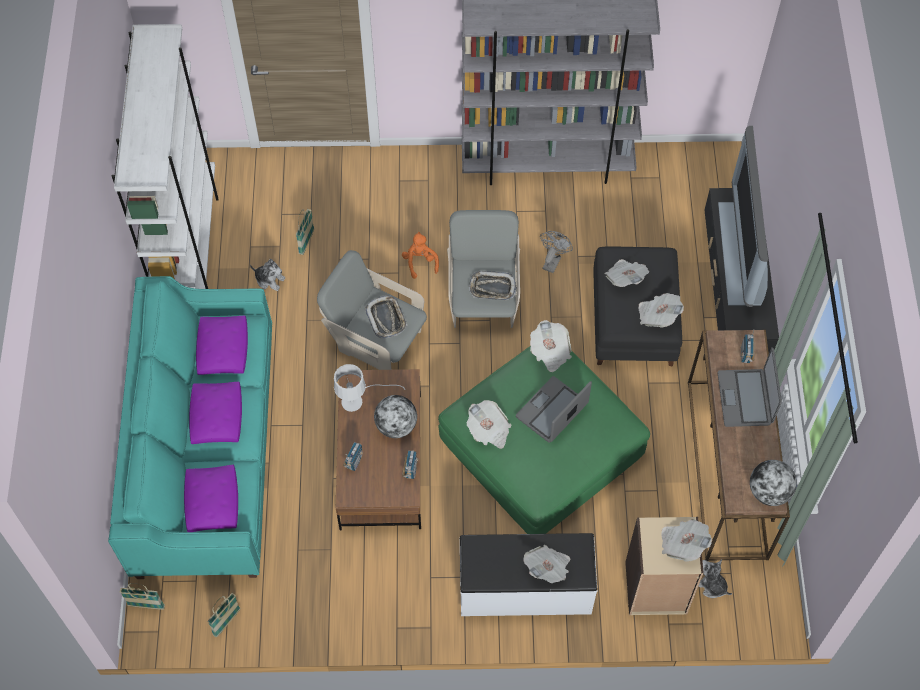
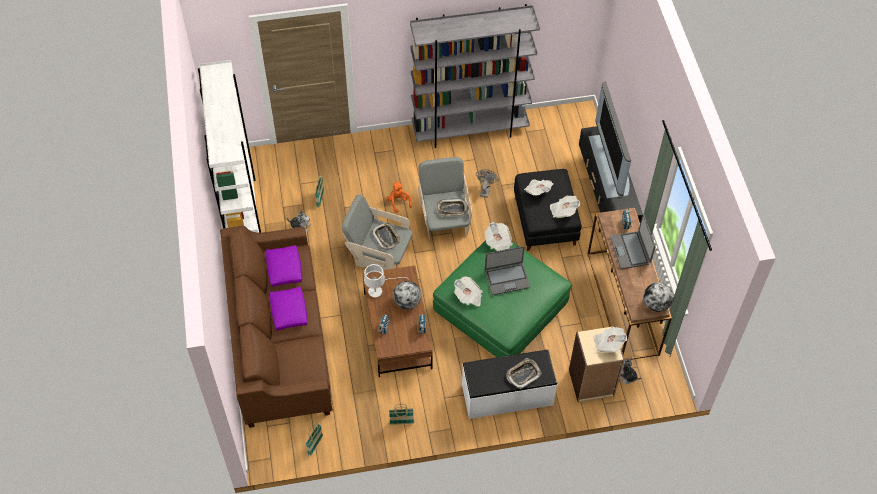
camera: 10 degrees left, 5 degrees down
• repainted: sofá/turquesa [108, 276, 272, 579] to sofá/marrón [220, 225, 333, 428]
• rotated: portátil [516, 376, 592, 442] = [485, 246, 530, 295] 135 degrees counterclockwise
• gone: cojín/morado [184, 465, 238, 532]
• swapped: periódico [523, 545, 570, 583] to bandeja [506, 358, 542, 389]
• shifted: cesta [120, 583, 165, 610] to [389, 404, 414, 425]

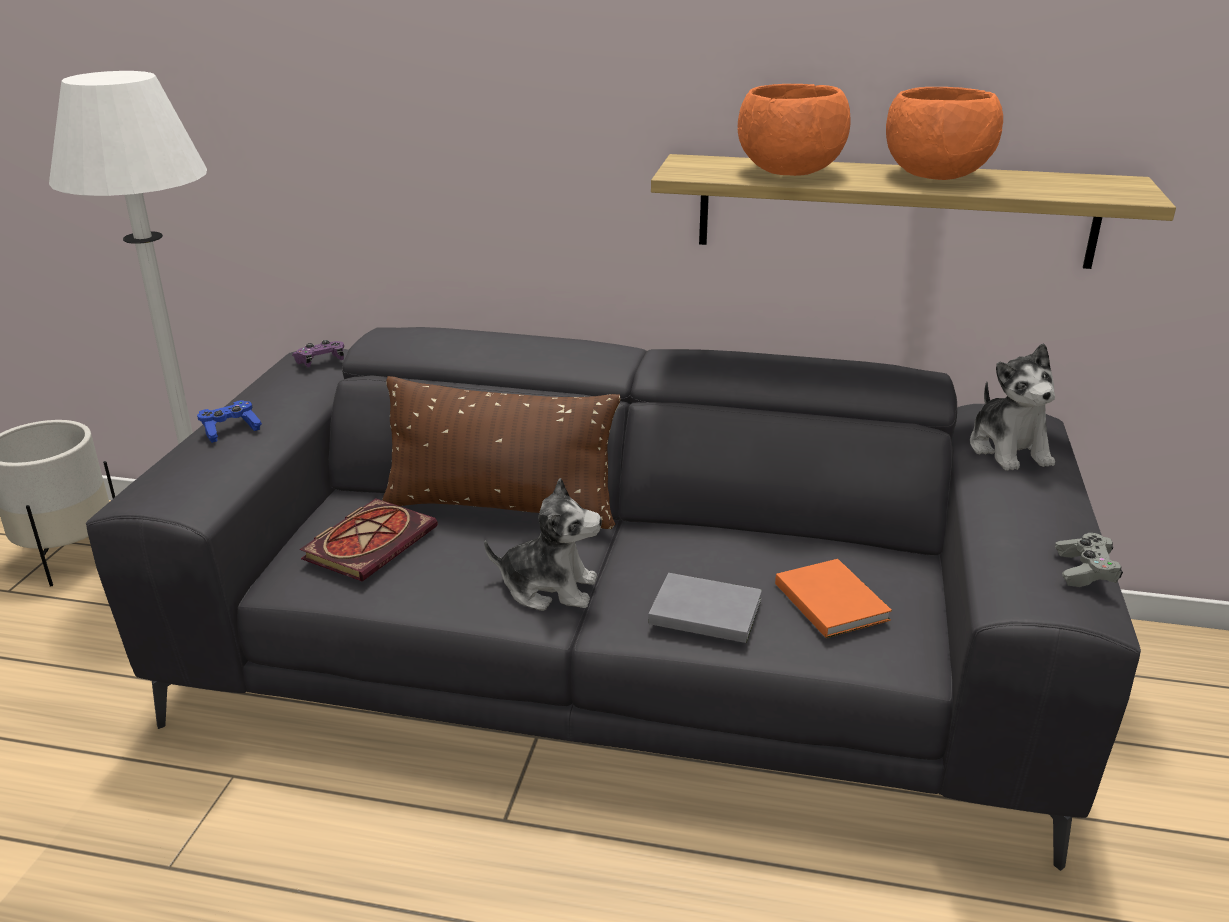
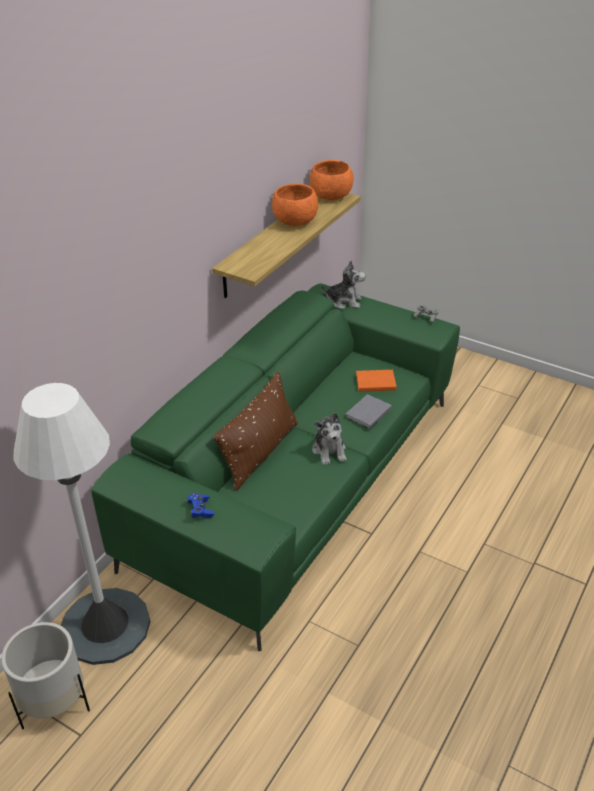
camera: 70 degrees left, 10 degrees up
• shifted: cuenco/naranja [738, 84, 850, 176] to [310, 160, 354, 200]
• repainted: sofá/gris [86, 327, 1141, 871] to sofá/verde [91, 283, 460, 651]
• gone: mando de consola/morado [292, 340, 344, 367]
• rotated: peluche [484, 478, 602, 611] = [312, 413, 347, 465] 135 degrees clockwise
• gone: libro [300, 499, 438, 581]

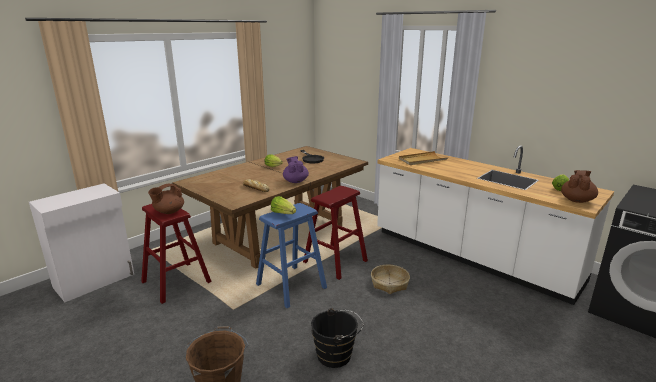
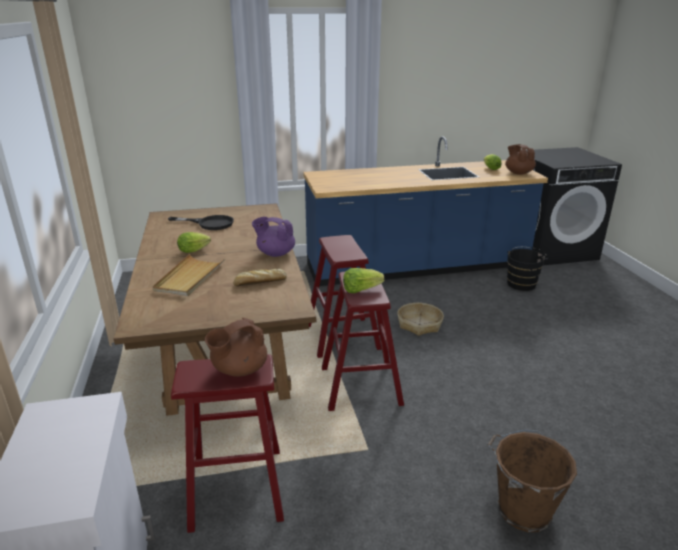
camera: 55 degrees left, 5 degrees up
• repainted: mueble bajo de cocina/blanco [377, 145, 614, 305] to mueble bajo de cocina/azul [303, 137, 548, 286]
• shifted: bandeja/beis [399, 151, 448, 165] to [152, 254, 226, 296]
• rotated: tetera/marrón [148, 183, 184, 214] = [205, 318, 267, 377] 60 degrees clockwise
• repainted: taburete/azul [256, 203, 327, 308] to taburete/rojo [322, 272, 404, 411]
• shifted: cubo/negro [311, 308, 363, 368] to [507, 247, 548, 291]

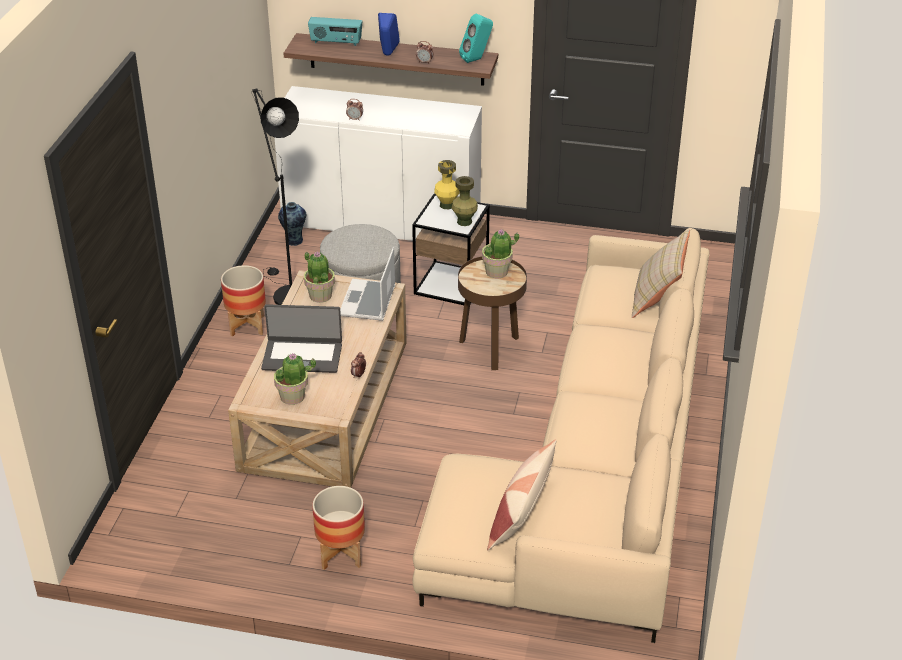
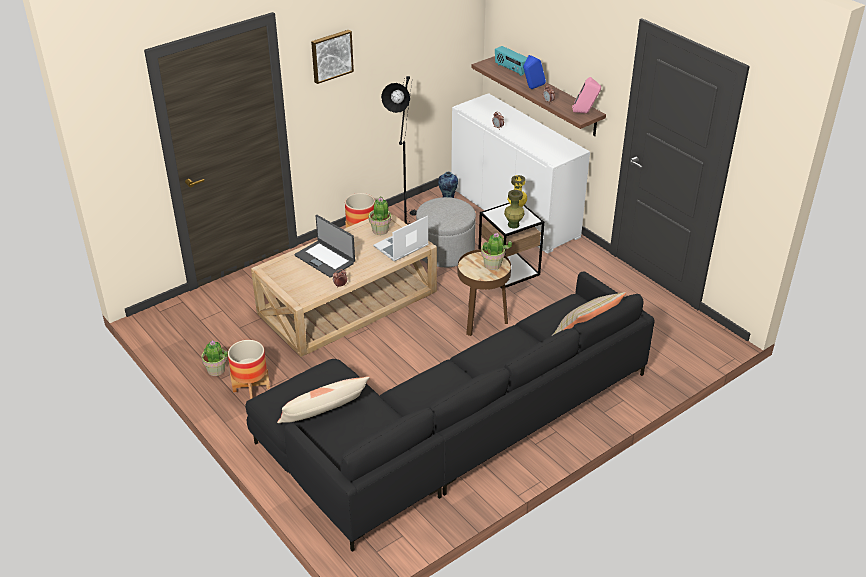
camera: 40 degrees right, 0 degrees up
• repainted: altavoz/turquesa [459, 13, 493, 63] to altavoz/rosa [572, 77, 601, 113]
• repainted: sofá/beis [412, 228, 710, 643] to sofá/negro [245, 271, 654, 552]
• shifted: planta en maceta [274, 353, 316, 405] to [202, 340, 228, 376]
• new: cuadro [311, 30, 354, 84]

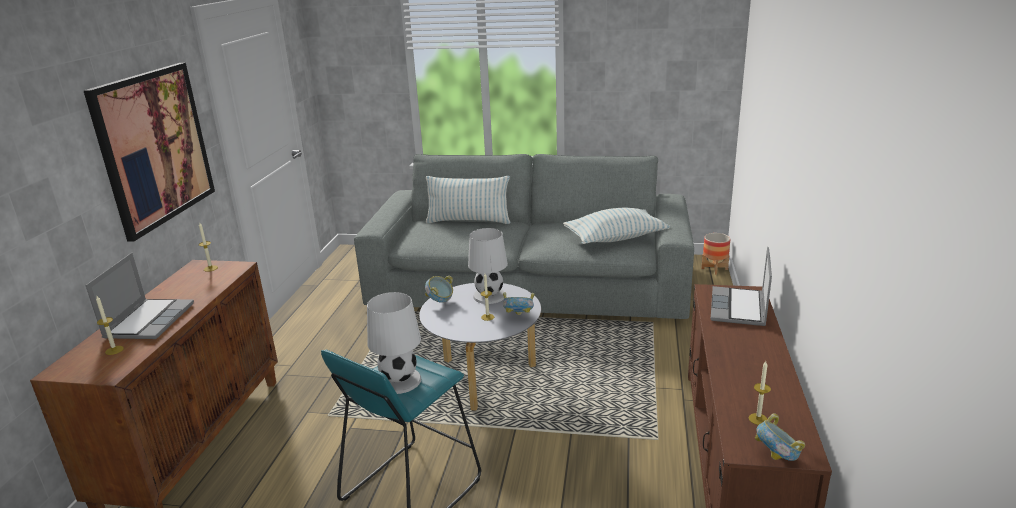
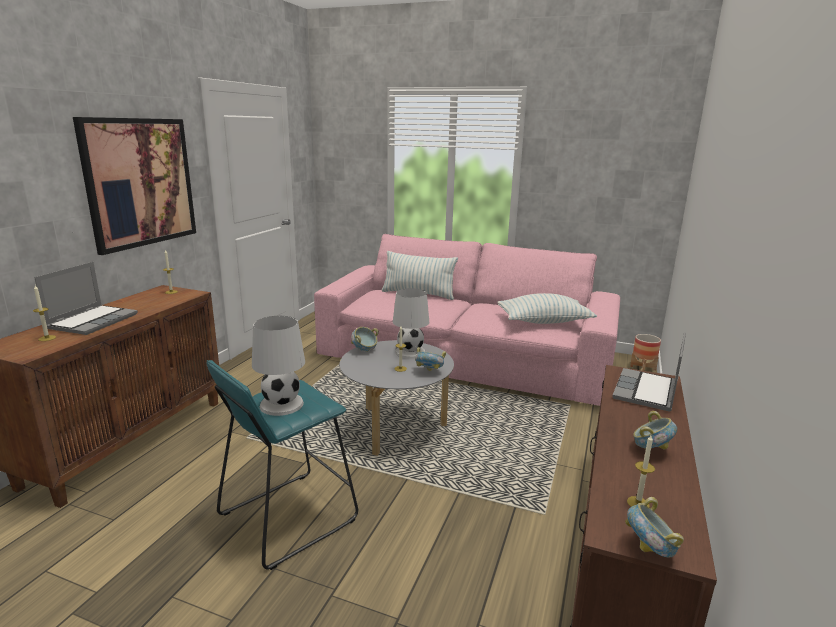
camera: 10 degrees right, 5 degrees down
• repainted: sofá/gris [354, 154, 694, 319] to sofá/rosa [314, 234, 620, 406]
• new: cuenco [633, 411, 677, 450]

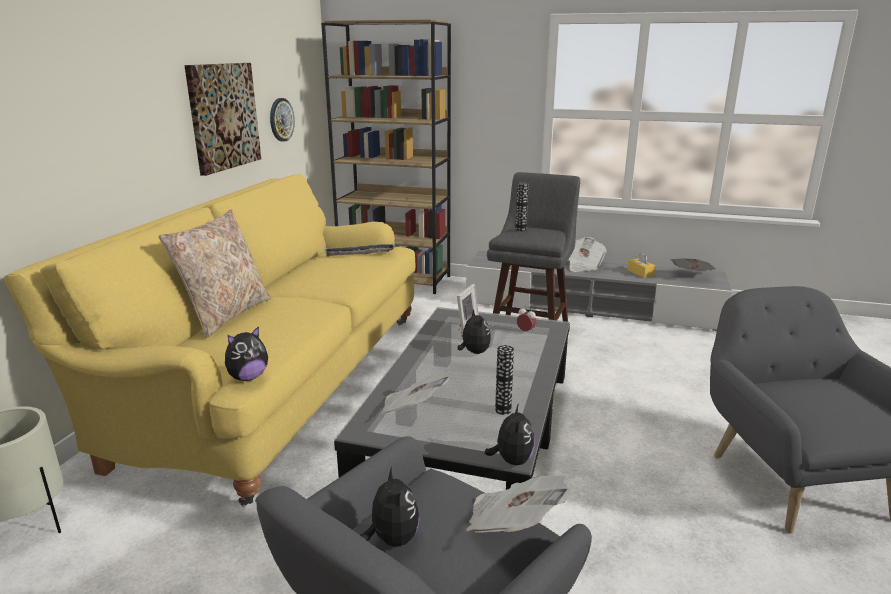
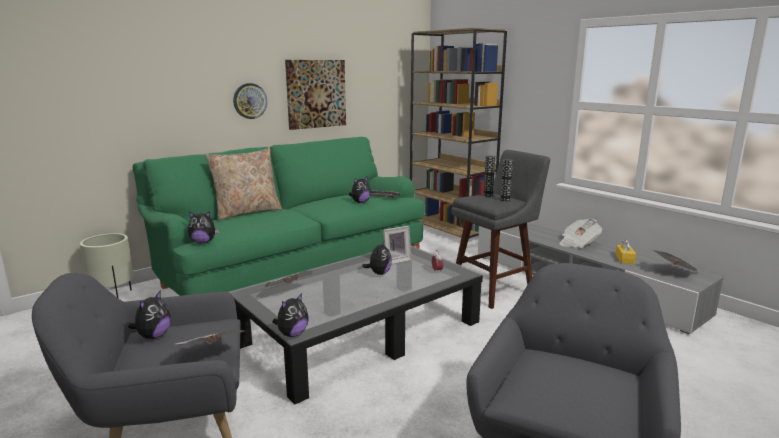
camera: 35 degrees right, 5 degrees down
• shifted: reloj de pared [270, 98, 295, 142] to [233, 83, 267, 119]
• repainted: sofá/amarillo [5, 174, 415, 507] to sofá/verde [133, 137, 425, 296]
• shifted: florero [495, 345, 514, 415] to [500, 159, 513, 202]
• new: peluche [349, 176, 371, 203]

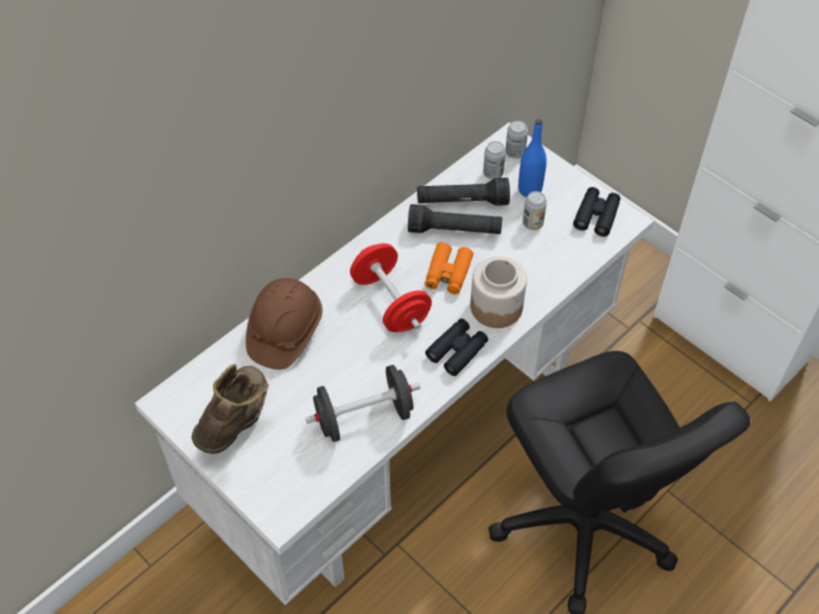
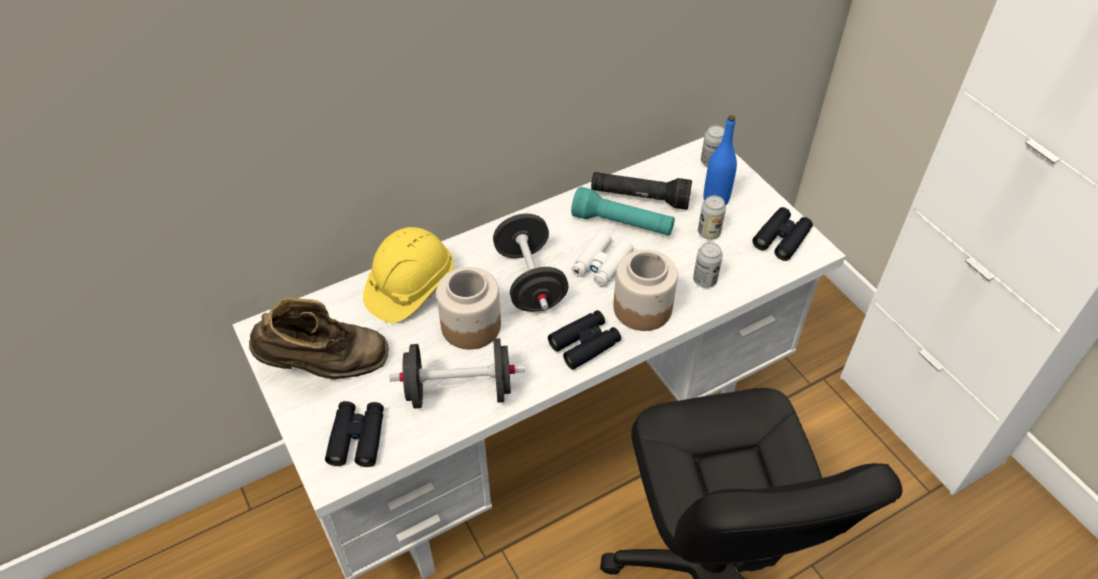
camera: 15 degrees right, 5 degrees down
• shifted: lata [483, 141, 506, 180] to [693, 242, 723, 288]
• repainted: linterna/negro [408, 204, 502, 234] to linterna/turquesa [571, 187, 675, 236]
• repainted: prismáticos/naranja [425, 242, 473, 294] to prismáticos/blanco [571, 230, 634, 286]
• repainted: mancuerna/rojo [350, 243, 432, 332] to mancuerna/negro [493, 214, 569, 312]
• repainted: casco/marrón [246, 278, 323, 370] to casco/amarillo [363, 227, 453, 323]
• rotated: bota/marrón [191, 364, 269, 454] = [249, 298, 389, 379] 45 degrees clockwise
• new: tarro [436, 267, 501, 350]
• new: prismáticos/negro [325, 401, 384, 467]

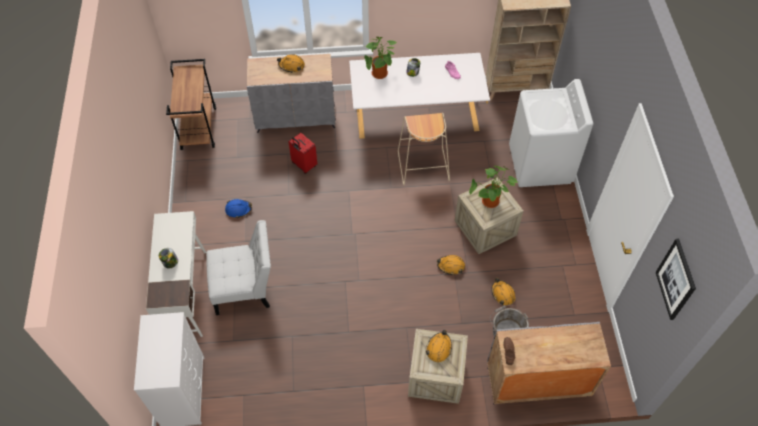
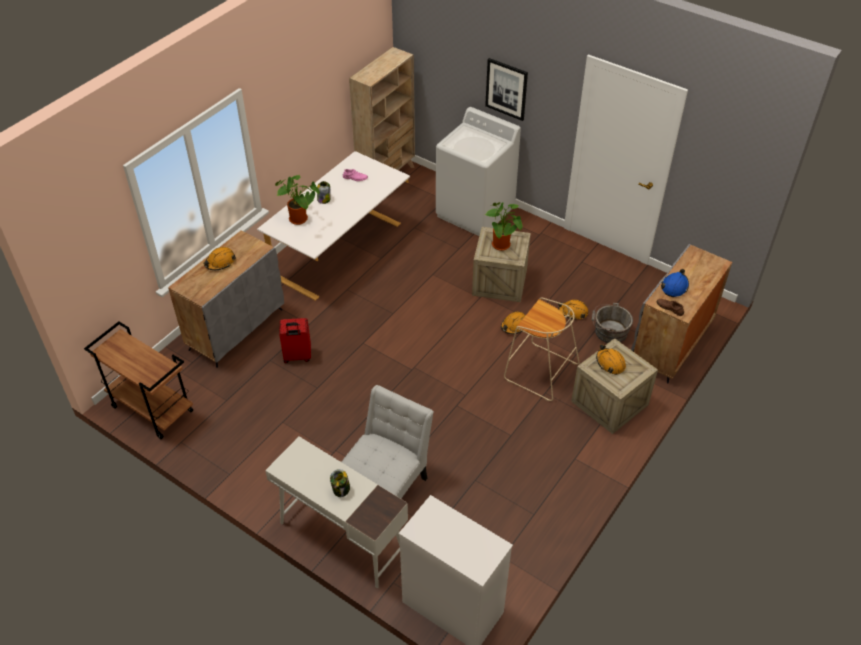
camera: 50 degrees left, 10 degrees down
• shifted: taburete/beis [398, 113, 450, 185] to [504, 297, 580, 401]
• shifted: casco/azul [225, 199, 252, 218] to [661, 269, 689, 297]
• shifted: cuadro [656, 239, 696, 320] to [485, 58, 528, 121]

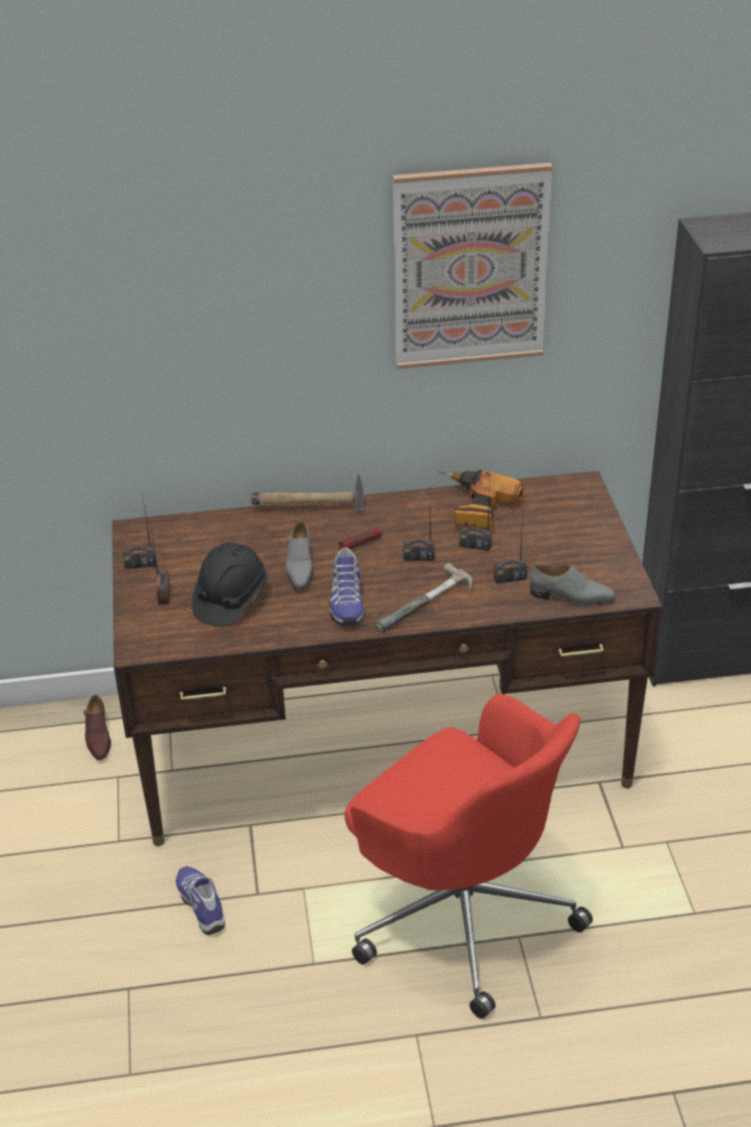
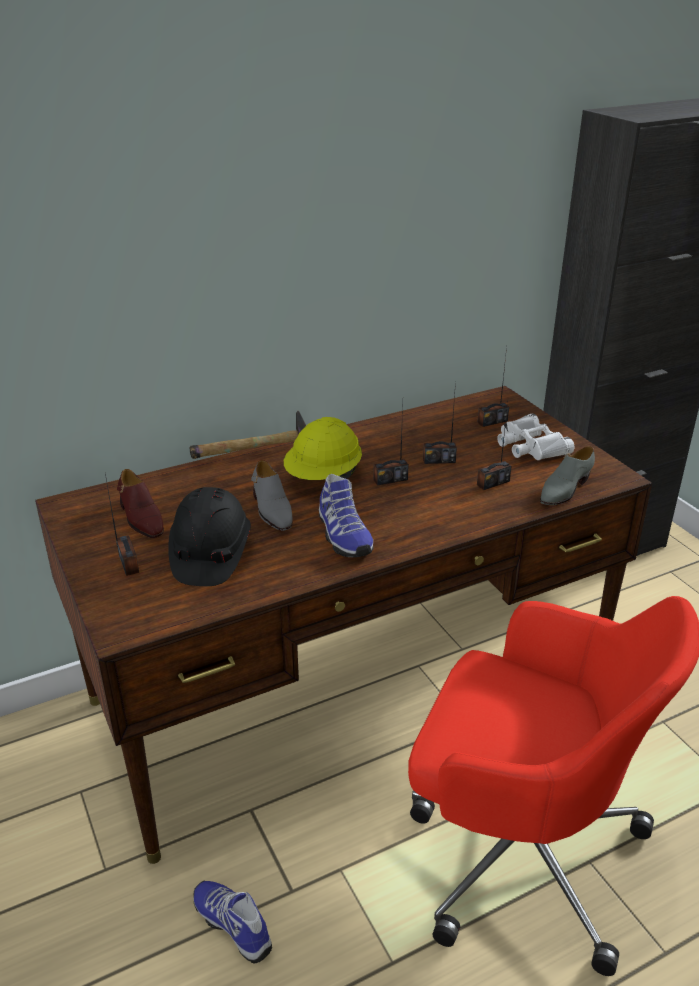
camera: 20 degrees left, 5 degrees down
• gone: cuadro [393, 163, 553, 369]
• gone: taladro [438, 470, 524, 529]
• shifted: radio [123, 498, 156, 569] to [477, 347, 509, 427]
• swapped: linterna [339, 528, 382, 549] to casco/amarillo [284, 417, 362, 480]
• gone: martillo [375, 563, 472, 633]
• rotated: zapato/gris [530, 564, 615, 606] = [540, 446, 595, 505] 135 degrees clockwise
• shifted: zapato/marrón [84, 694, 111, 760] to [117, 469, 164, 538]
• new: prismáticos/blanco [497, 413, 574, 460]

